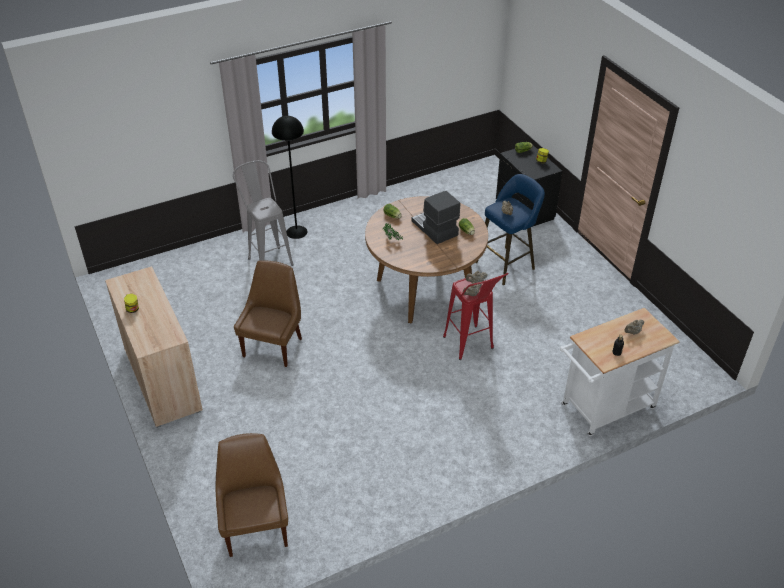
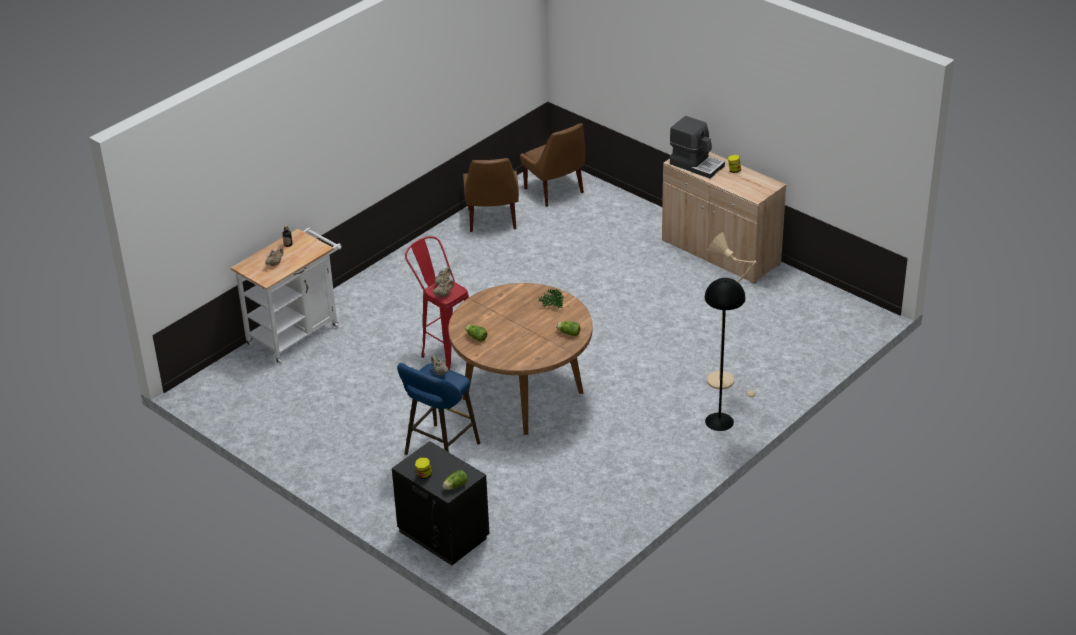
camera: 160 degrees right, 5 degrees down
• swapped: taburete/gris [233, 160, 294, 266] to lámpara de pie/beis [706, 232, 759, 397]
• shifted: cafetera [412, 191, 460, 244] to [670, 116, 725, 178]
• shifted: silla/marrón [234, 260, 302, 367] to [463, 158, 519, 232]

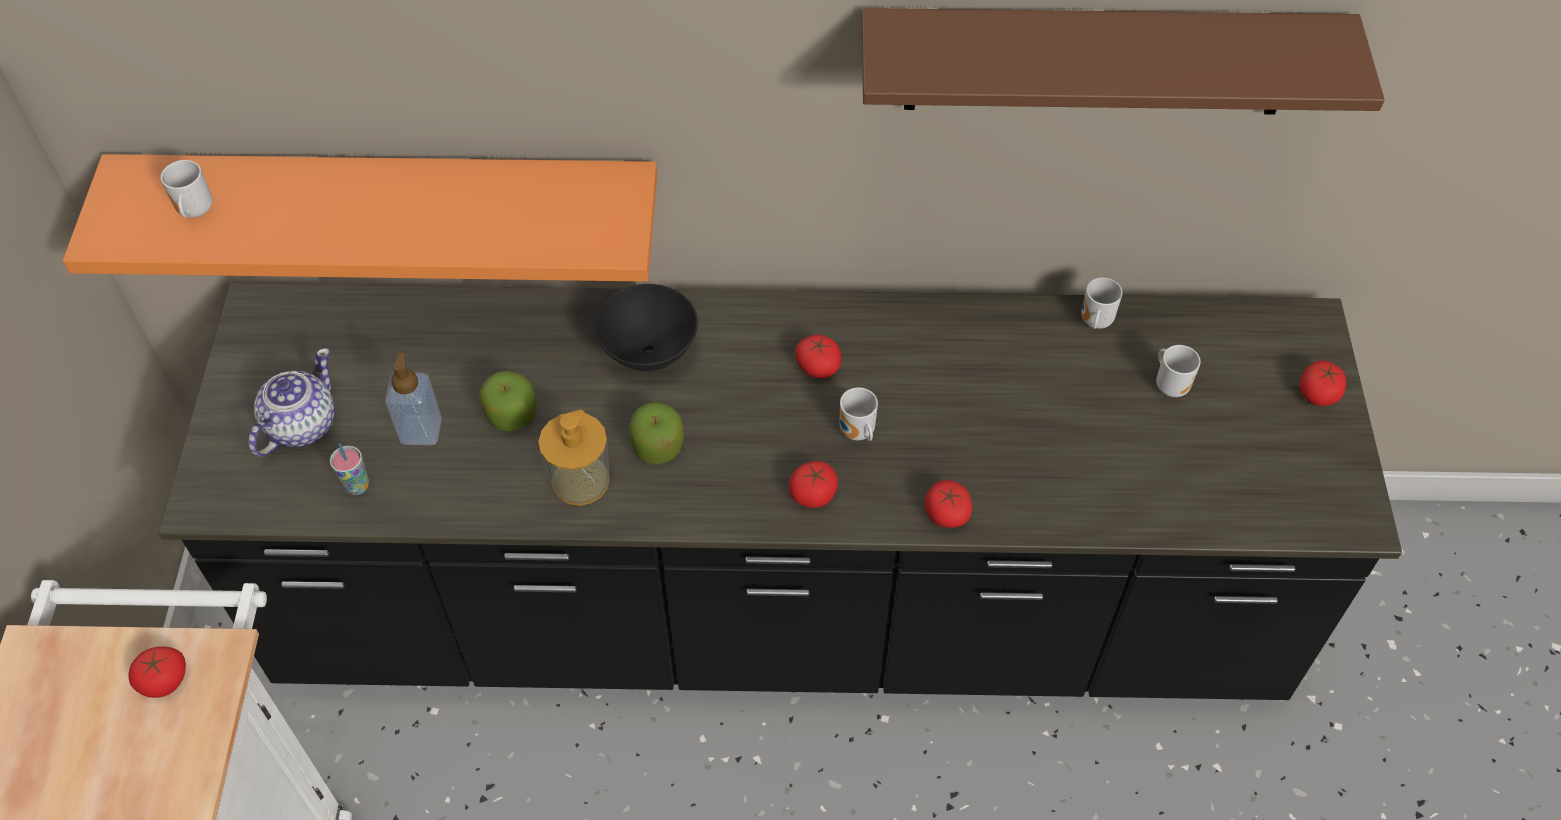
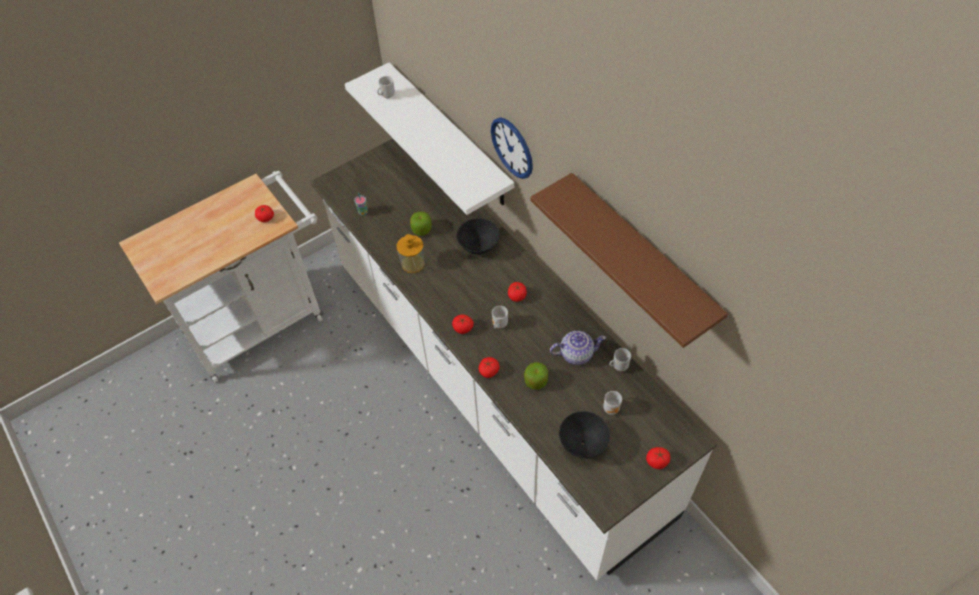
camera: 55 degrees right, 0 degrees up
• repainted: estante/naranja [63, 154, 658, 282] to estante/blanco [345, 63, 514, 215]
• repainted: mueble bajo de cocina/negro [158, 283, 1402, 700] to mueble bajo de cocina/blanco [310, 138, 717, 580]
• shifted: tetera [248, 348, 335, 457] to [550, 331, 606, 365]
• gone: dispensador de jabón [385, 353, 442, 445]
• shifted: manzana [629, 402, 684, 465] to [524, 362, 548, 390]
• new: reloj de pared [491, 117, 533, 179]
• new: cuenco/negro [559, 411, 610, 458]

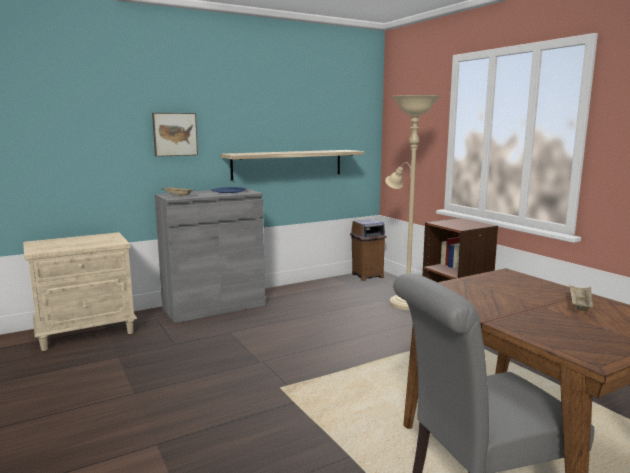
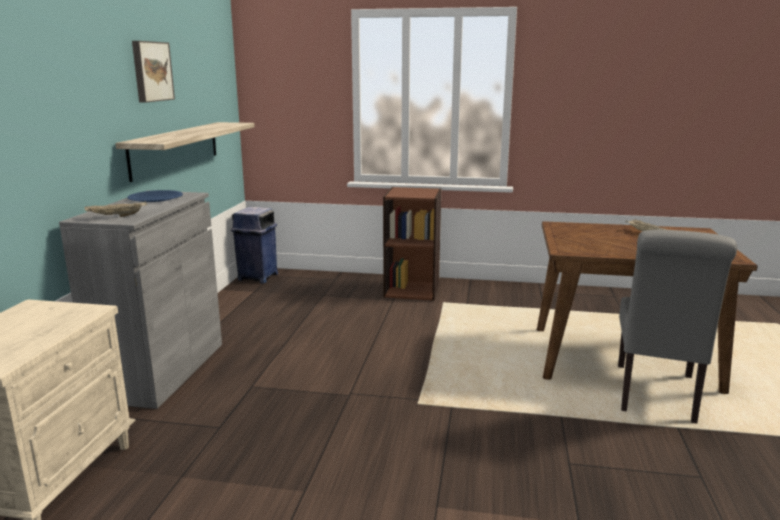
camera: 50 degrees left, 5 degrees up
• gone: lámpara de pie/beis [385, 95, 442, 310]
• shifted: cuadro [152, 113, 198, 157] to [132, 41, 175, 103]
• repainted: papelera/marrón [350, 219, 386, 281] to papelera/azul [231, 206, 278, 283]

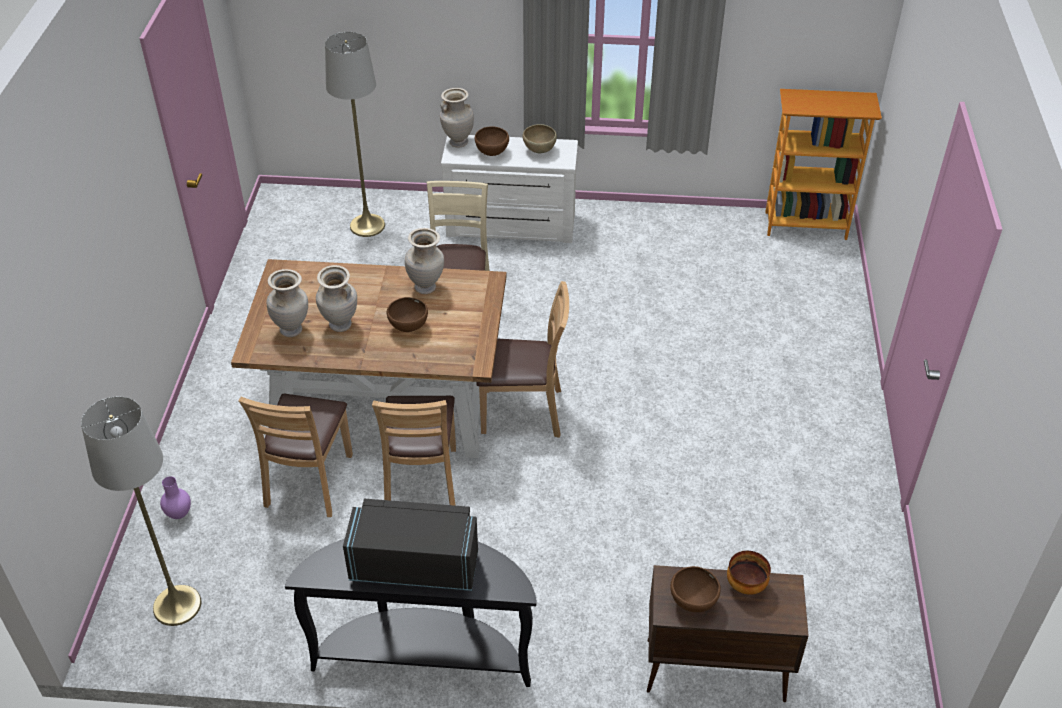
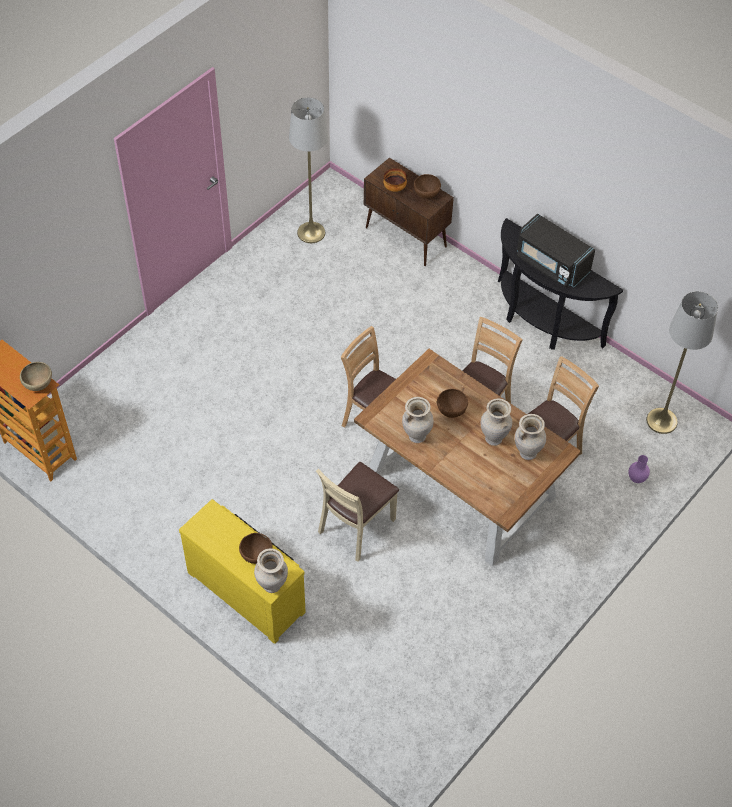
camera: 145 degrees left, 10 degrees up
• shifted: lámpara de pie/gris [325, 32, 385, 237] to [289, 98, 328, 243]
• shifted: cuenco/marrón [522, 124, 557, 153] to [20, 362, 52, 391]
• repainted: cómoda/blanco [441, 135, 578, 243] to cómoda/amarillo [179, 499, 306, 644]

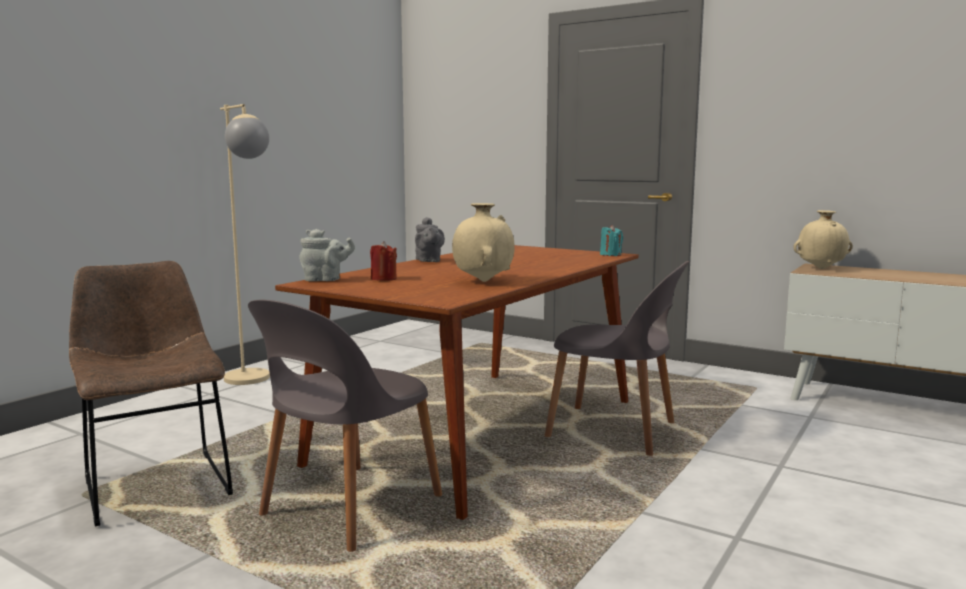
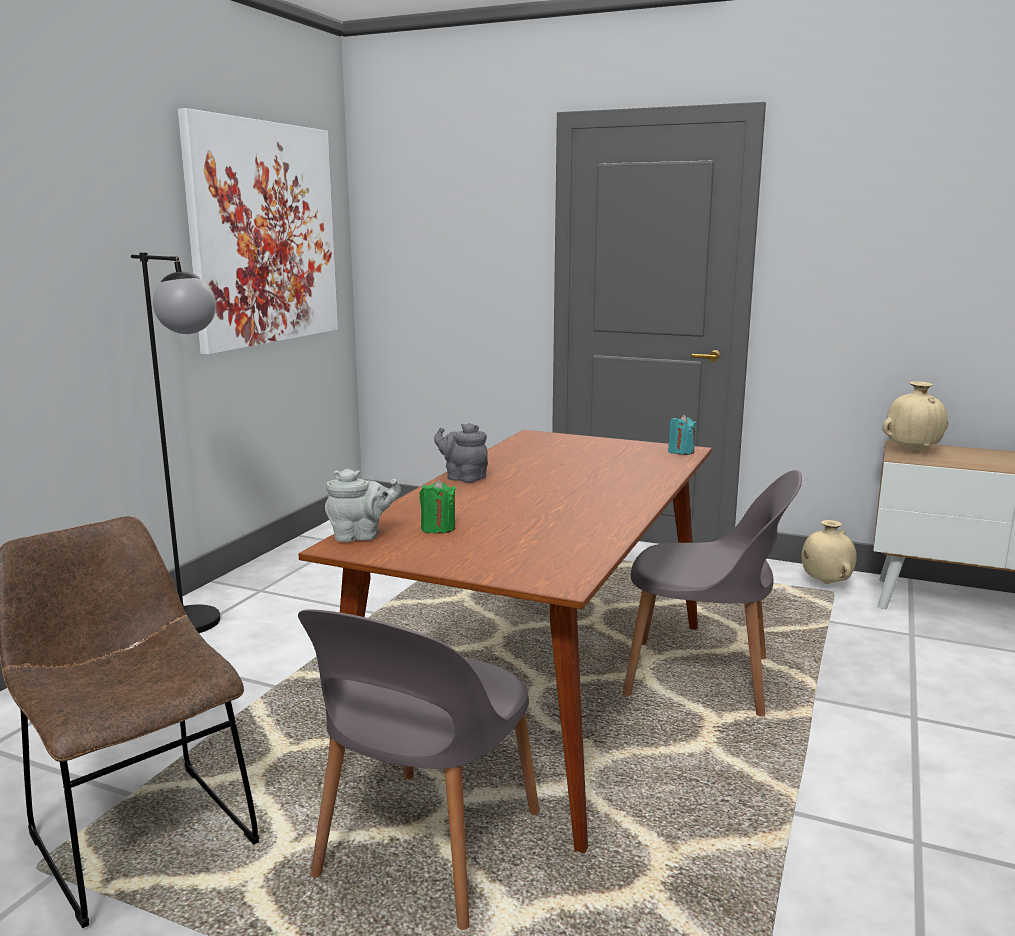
camera: 10 degrees left, 5 degrees up
• repainted: lámpara de pie/beis [220, 104, 270, 385] to lámpara de pie/negro [131, 253, 220, 633]
• shifted: florero/beis [452, 203, 514, 282] to [801, 520, 857, 584]
• rotated: tetera/gris [415, 217, 445, 262] = [434, 423, 488, 483] 150 degrees clockwise
• repainted: vela/rojo [370, 241, 397, 281] to vela/verde [419, 480, 456, 534]
• new: cuadro [178, 108, 338, 354]

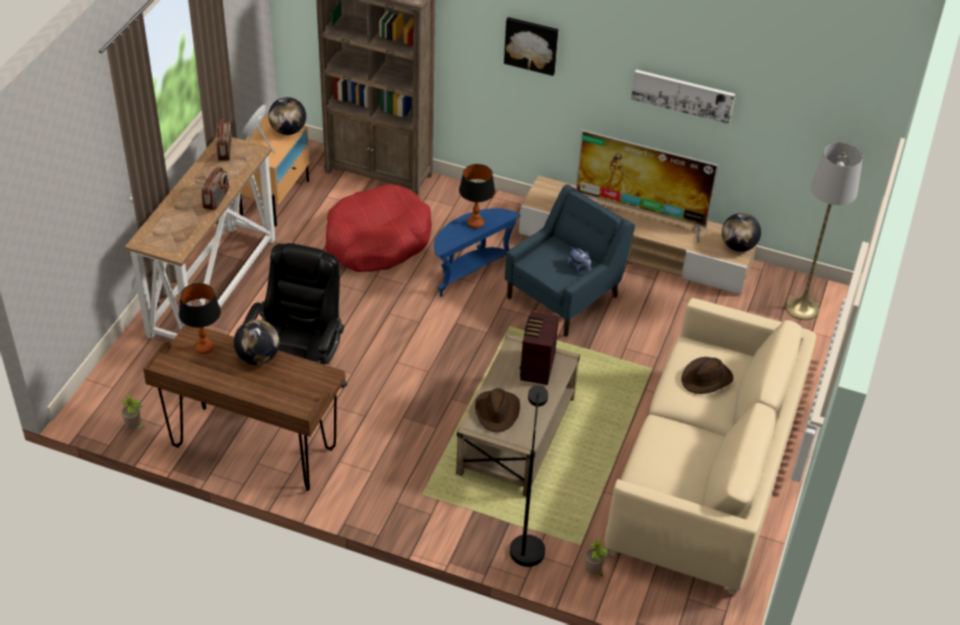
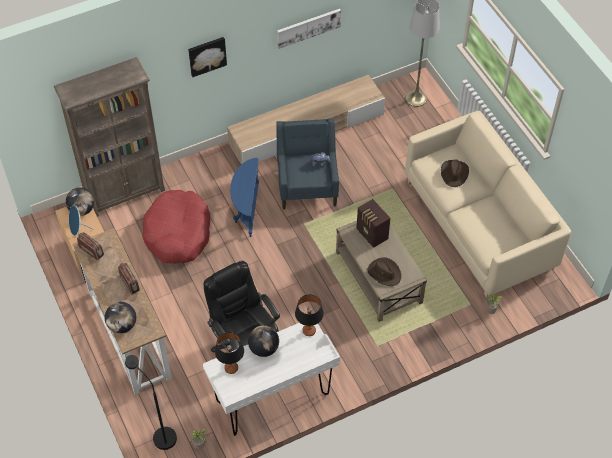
camera: 45 degrees left, 10 degrees up
• gone: televisor [576, 130, 718, 243]
• shifted: lámpara de mesa [459, 164, 495, 228] to [295, 294, 324, 336]
• shifted: globo terráqueo [722, 213, 761, 252] to [105, 302, 136, 333]
• repainted: escritorio/marrón [143, 325, 345, 491] to escritorio/blanco [203, 323, 340, 436]
• shifted: lámpara de pie/negro [510, 385, 548, 567] to [125, 355, 177, 450]

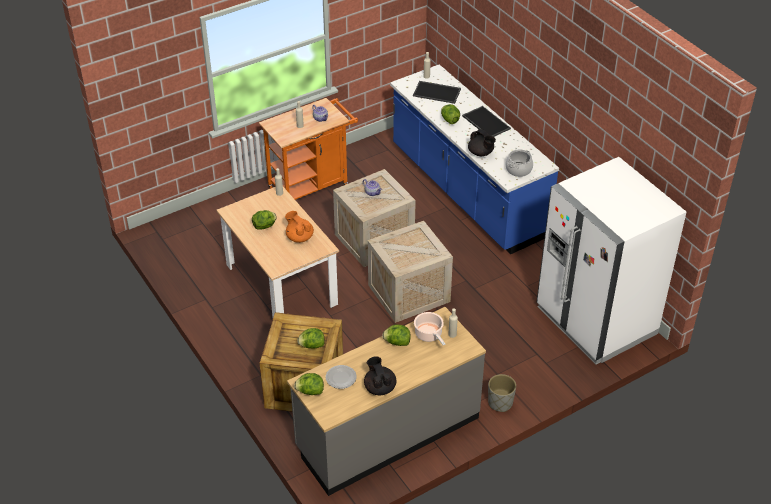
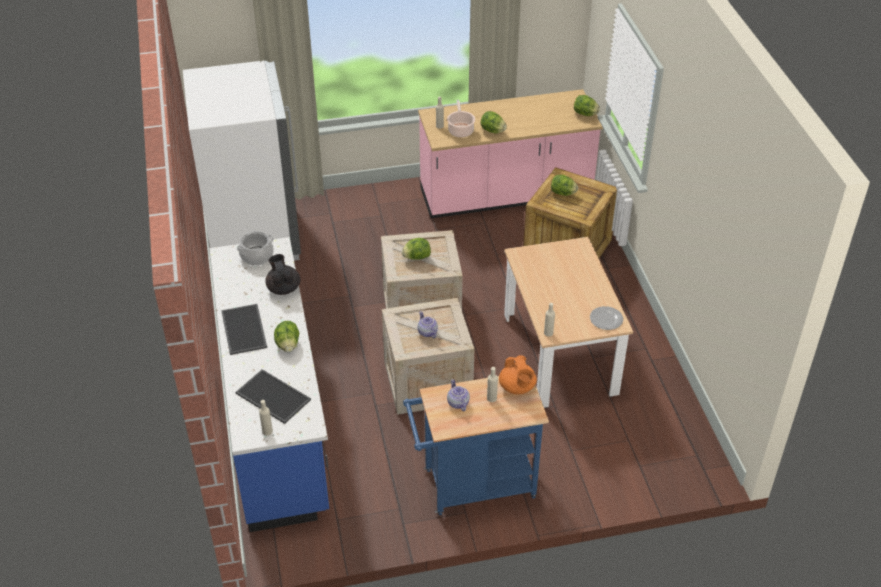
camera: 160 degrees left, 0 degrees up
• repainted: carrito/naranja [259, 98, 358, 200] to carrito/azul [403, 376, 549, 515]
• shifted: lechuga [252, 210, 277, 230] to [402, 238, 431, 260]
• shifted: tetera/naranja [285, 211, 314, 243] to [499, 355, 537, 395]
• repainted: mueble bajo de cocina/gris [287, 307, 486, 496] to mueble bajo de cocina/rosa [418, 89, 603, 218]
• gone: tetera/negro [364, 356, 397, 395]
• shifted: plato [326, 365, 357, 389] to [590, 306, 623, 330]
• gone: maceta/gris [488, 374, 516, 412]

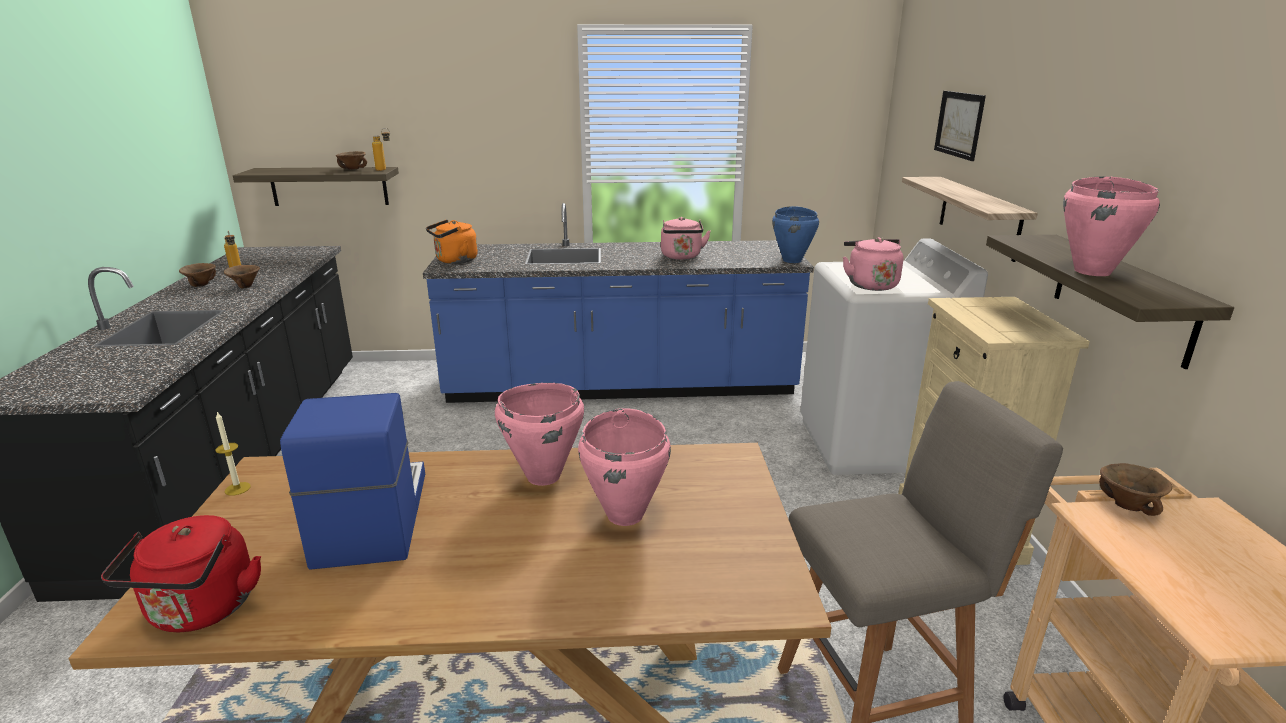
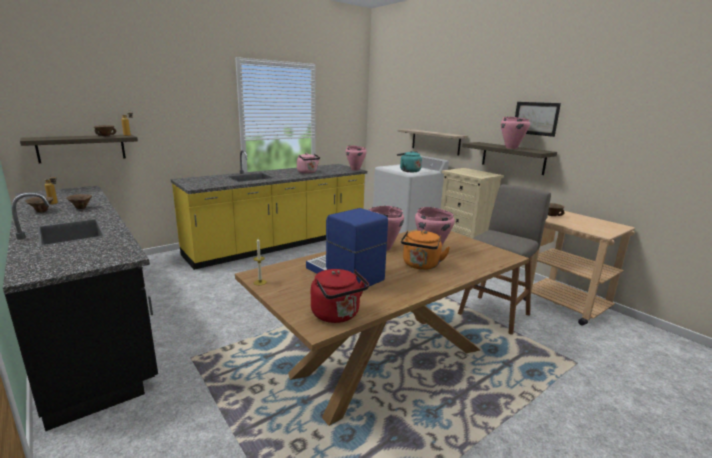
camera: 35 degrees left, 5 degrees down
• shifted: cuadro [934, 91, 986, 161] to [515, 102, 561, 137]
• repainted: mueble bajo de cocina/azul [423, 203, 814, 403] to mueble bajo de cocina/amarillo [171, 150, 367, 270]
• repainted: olla/azul [772, 206, 819, 263] to olla/rosa [346, 146, 367, 171]
• shifted: hervidor/naranja [426, 220, 478, 264] to [401, 230, 450, 270]
• repainted: hervidor/rosa [843, 237, 904, 291] to hervidor/turquesa [397, 151, 422, 172]

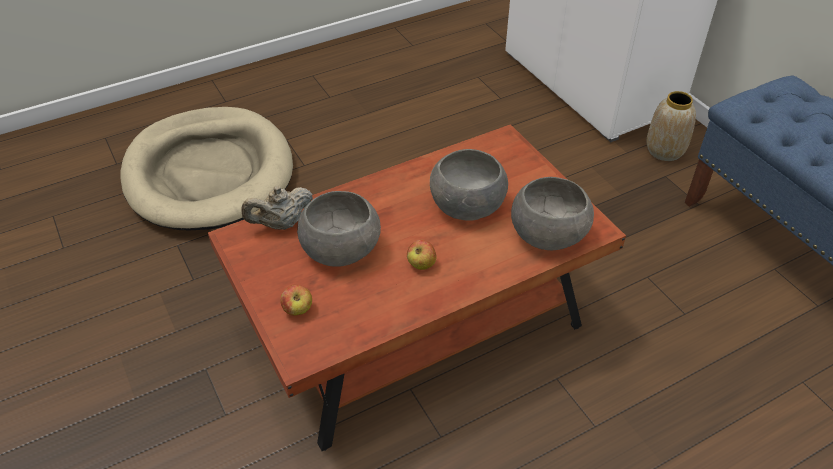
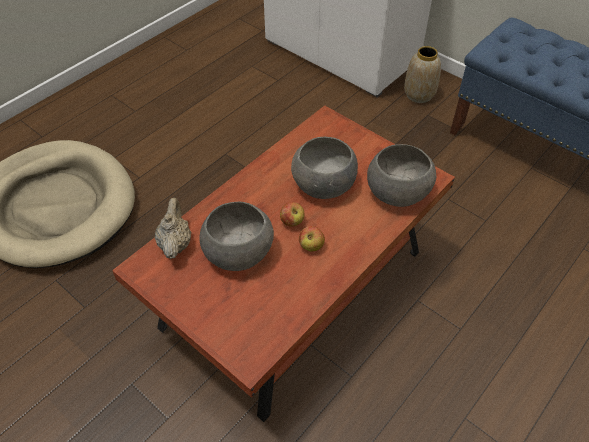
camera: 20 degrees left, 5 degrees up
• rotated: tetera/beis [241, 186, 313, 230] = [155, 198, 191, 259] 135 degrees clockwise
• shifted: manzana [280, 285, 312, 316] to [280, 202, 304, 227]

